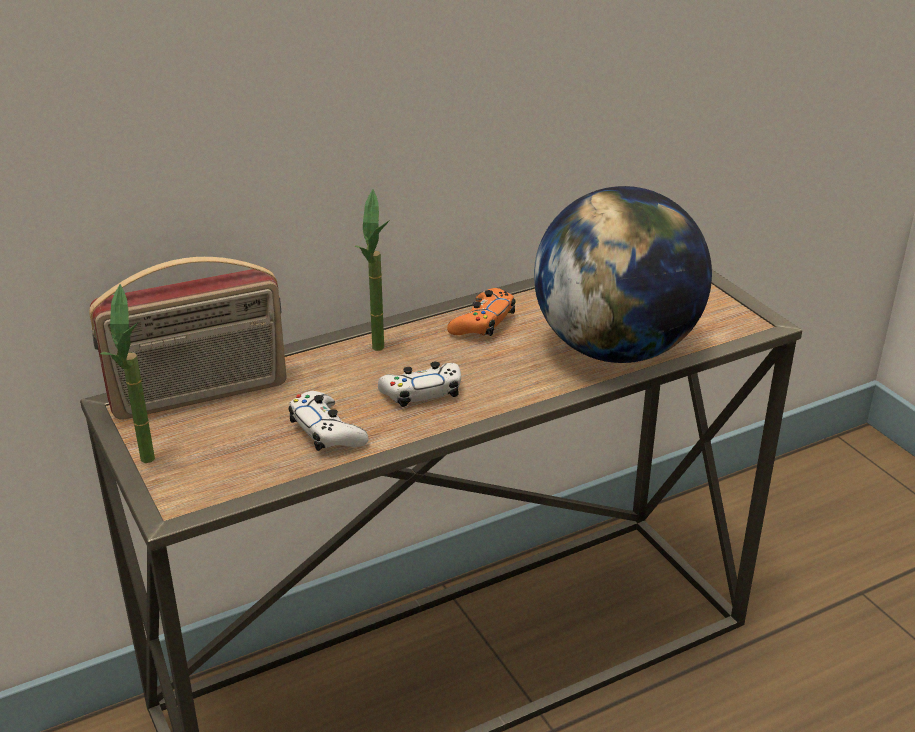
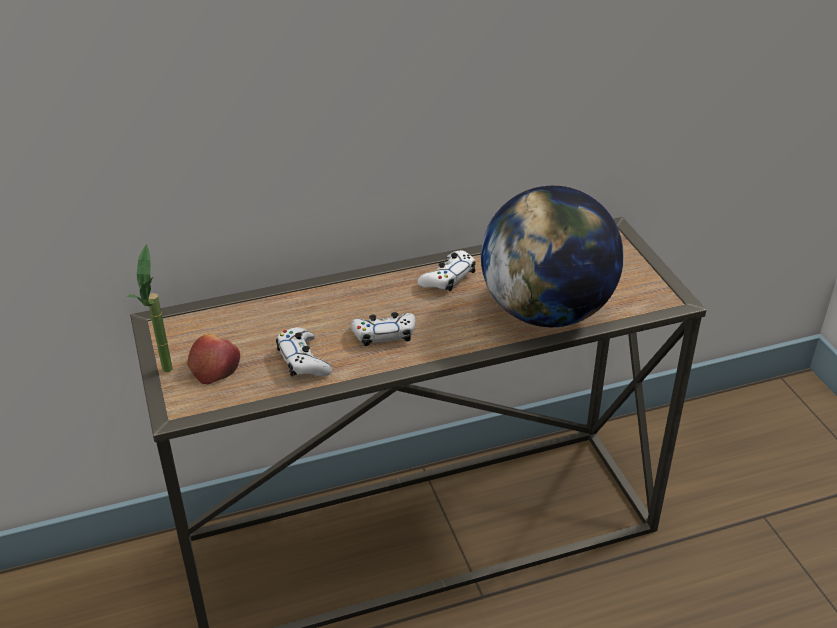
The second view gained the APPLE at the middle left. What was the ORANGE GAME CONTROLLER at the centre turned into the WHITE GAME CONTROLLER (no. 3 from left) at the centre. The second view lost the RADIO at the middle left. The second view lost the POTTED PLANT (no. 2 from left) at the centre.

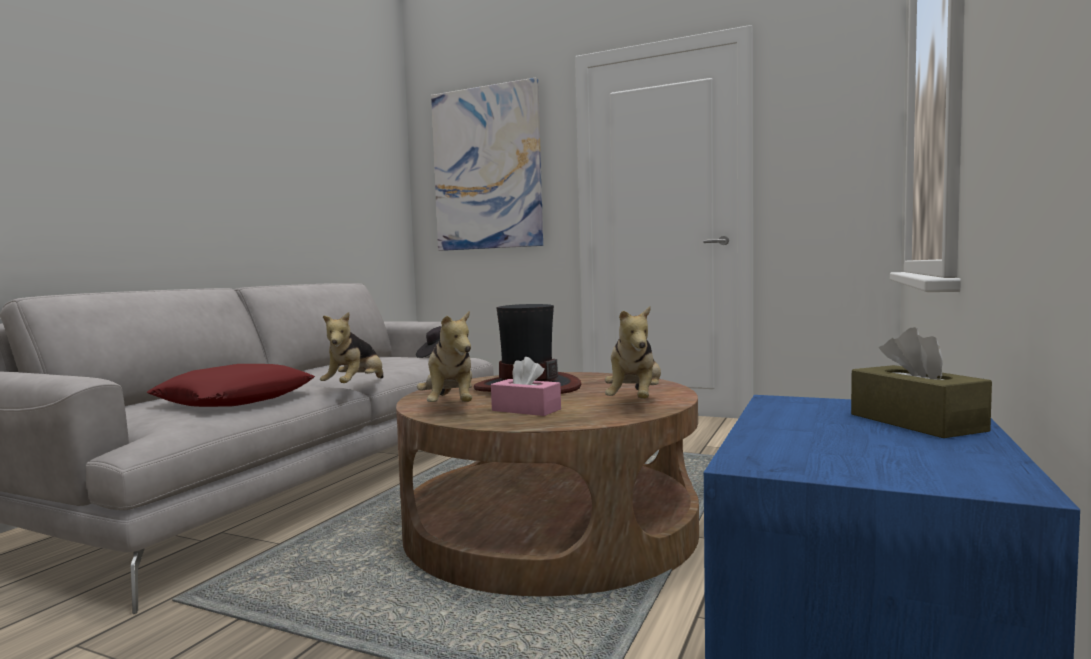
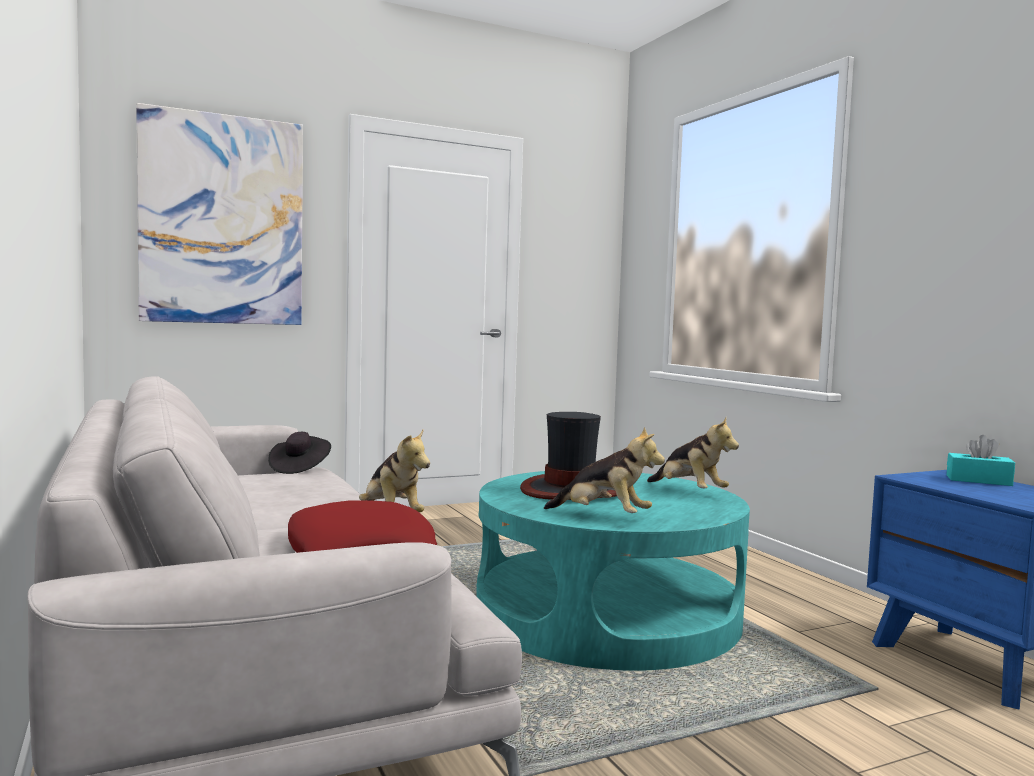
What was the BROWN COFFEE TABLE at the bottom centre turned into the TURQUOISE COFFEE TABLE at the bottom centre. What was the BROWN TISSUE BOX at the middle right turned into the TURQUOISE TISSUE BOX at the middle right. The second view lost the PINK TISSUE BOX at the centre.

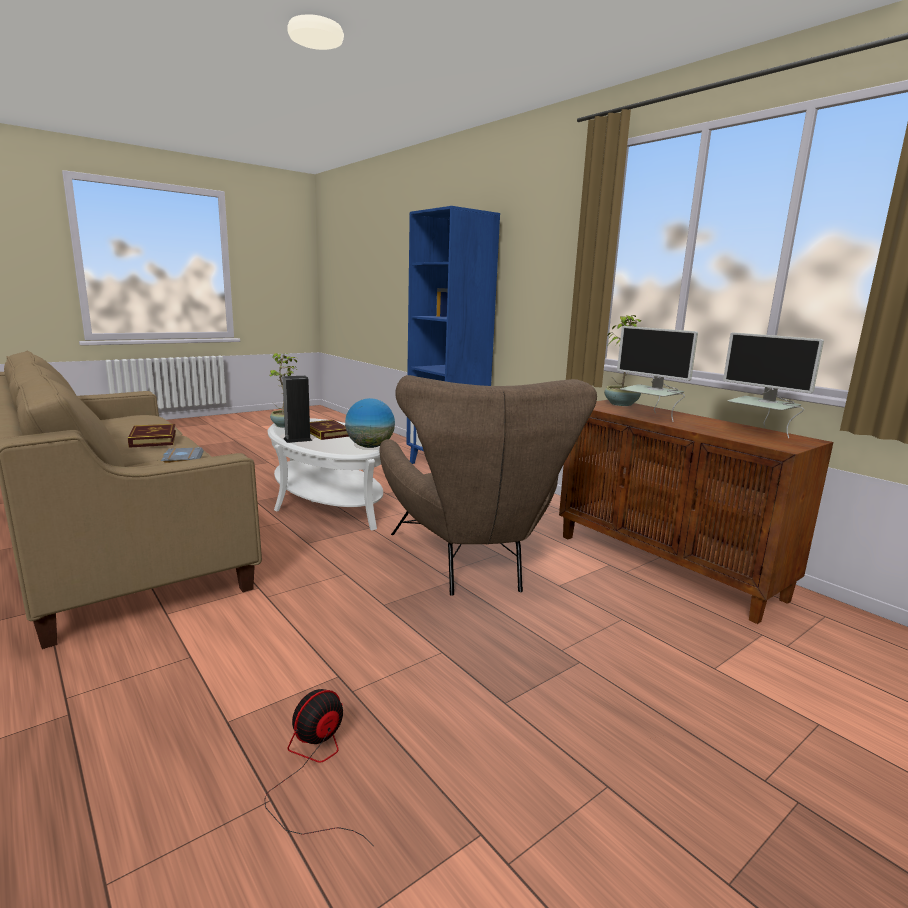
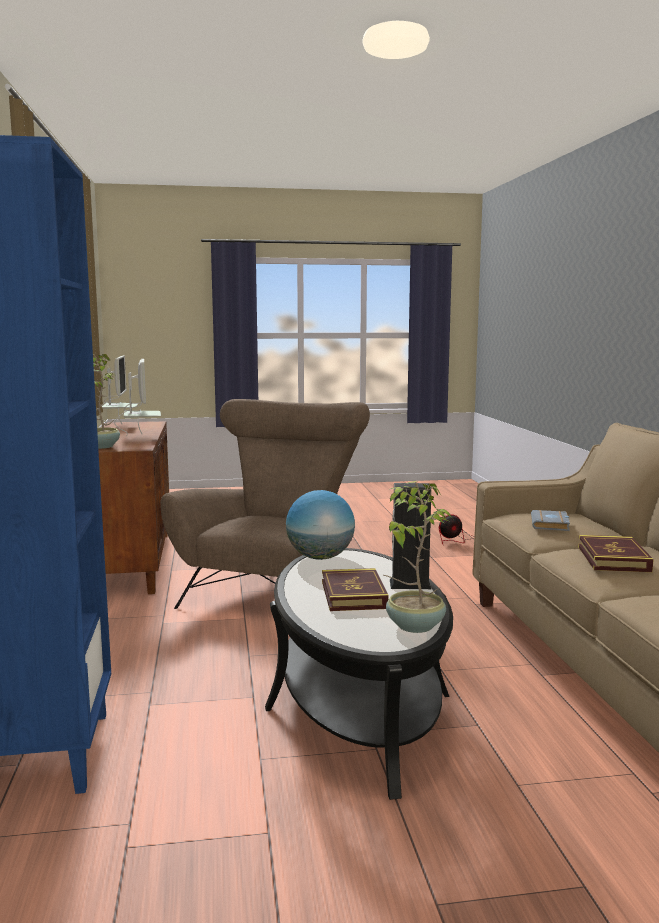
What was the WHITE COFFEE TABLE at the centre turned into the BLACK COFFEE TABLE at the bottom centre.

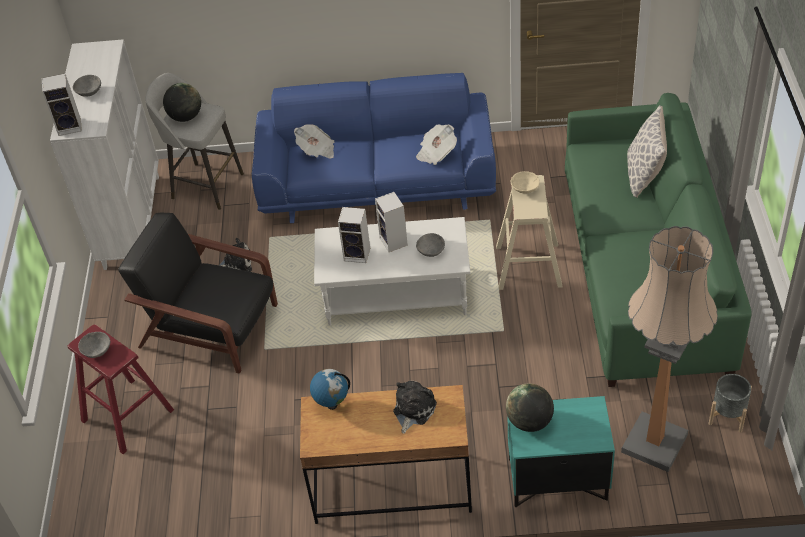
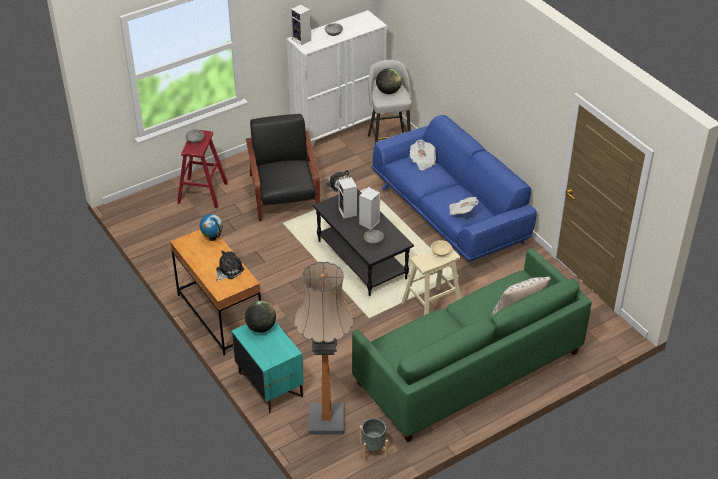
The PLUSH TOY (no. 2 from left in the first image) at the bottom centre ended up facing another way, 45 degrees counterclockwise from before. What was the WHITE COFFEE TABLE at the centre turned into the BLACK COFFEE TABLE at the centre.

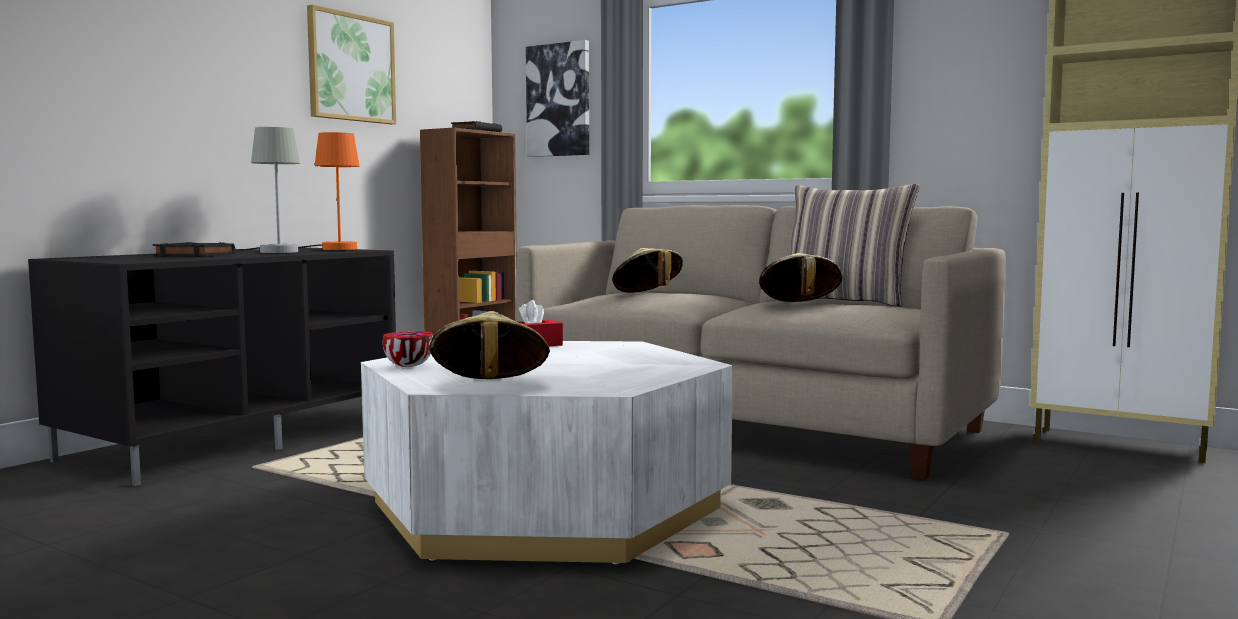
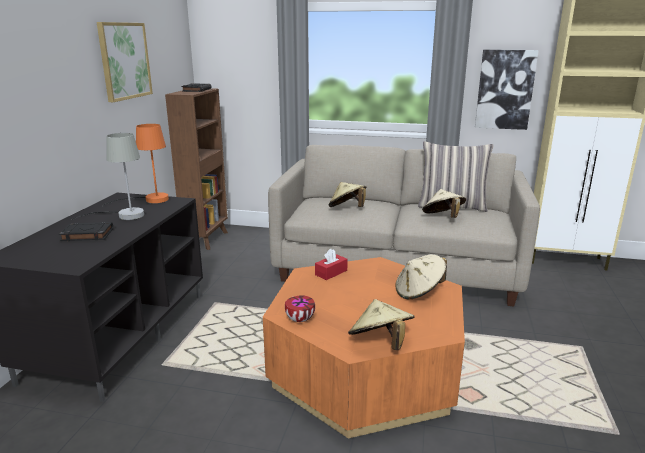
What was the WHITE COFFEE TABLE at the bottom centre turned into the ORANGE COFFEE TABLE at the bottom centre. The second view gained the BEIGE HAT (no. 3 from left) at the centre. The PICTURE (no. 2 from left) ended up elsewhere, having gone from the top centre to the top right.

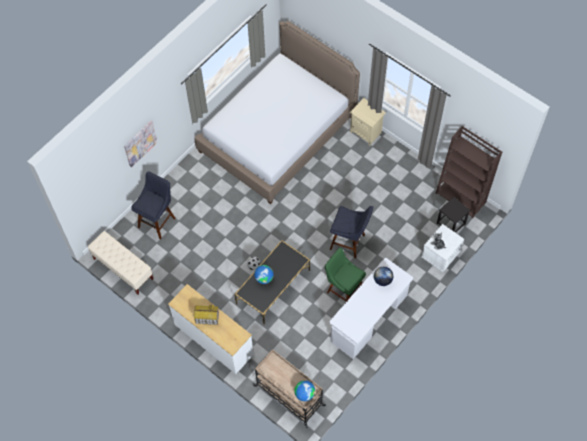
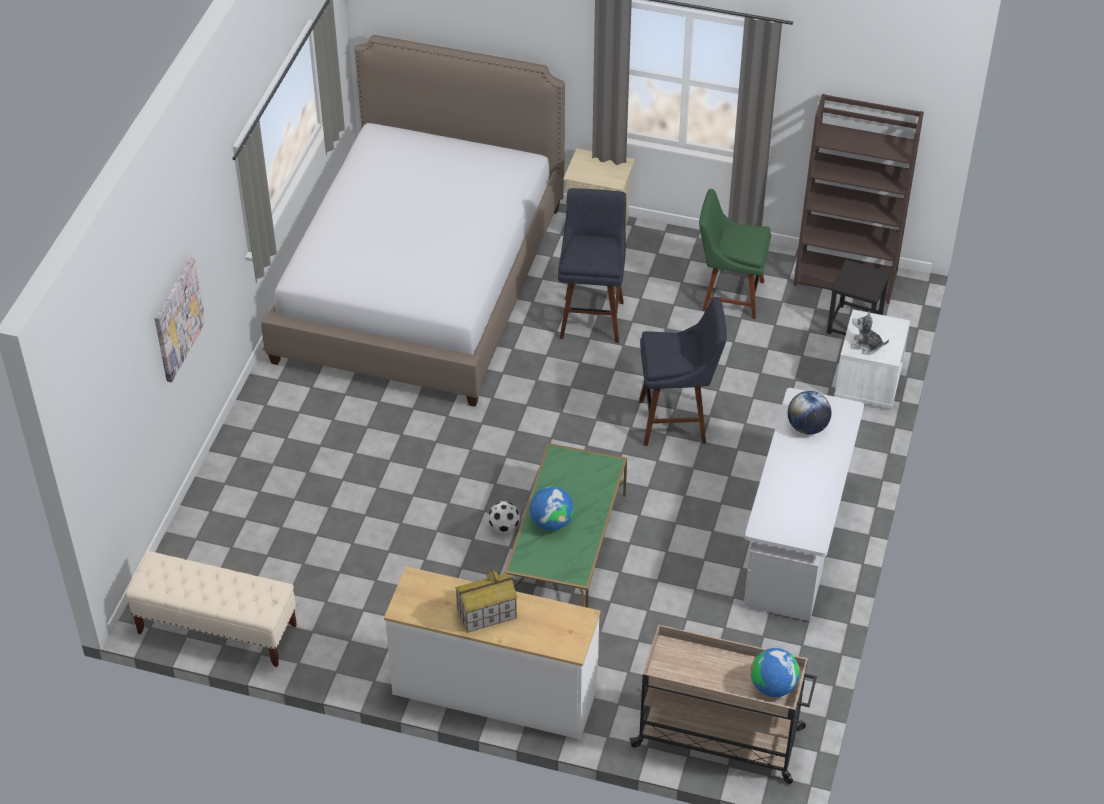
What was the BLACK COFFEE TABLE at the centre turned into the GREEN COFFEE TABLE at the centre. The BLUE STOOL (no. 1 from left) ended up elsewhere, having gone from the middle left to the top centre. The GREEN CHAIR ended up elsewhere, having gone from the centre to the top centre.

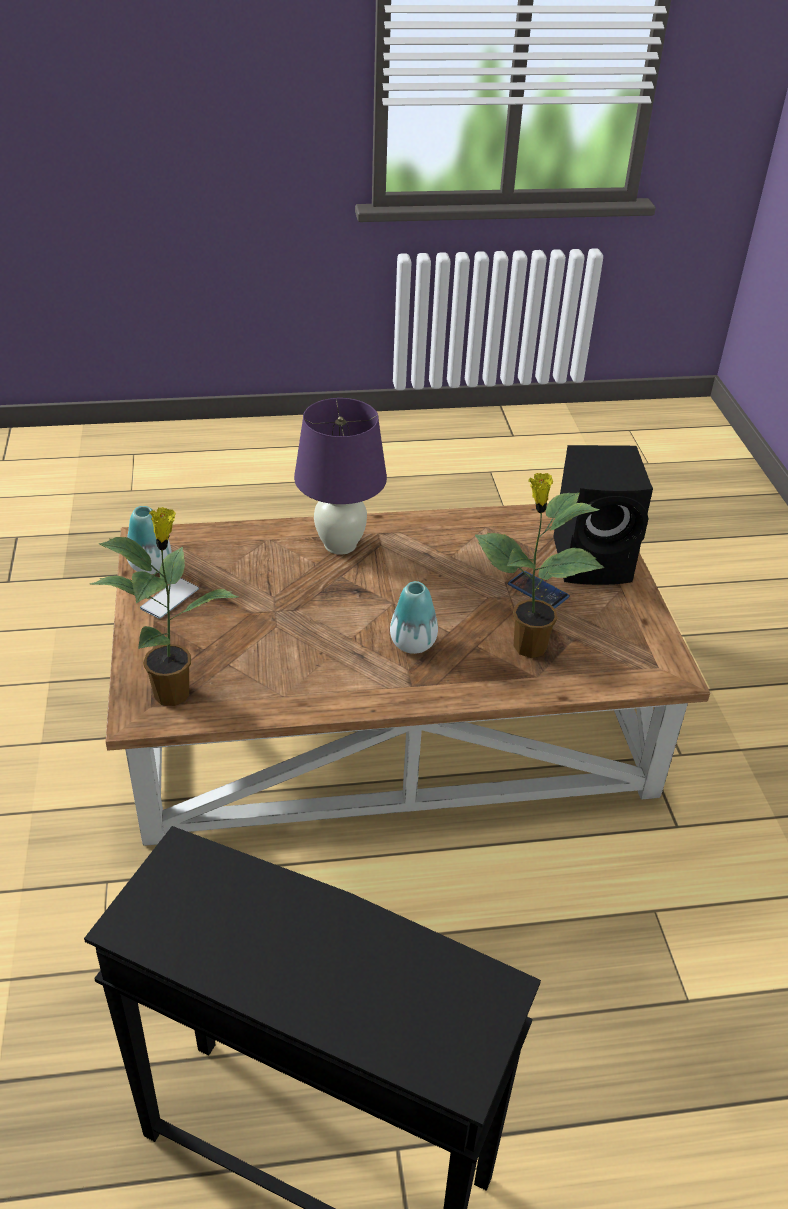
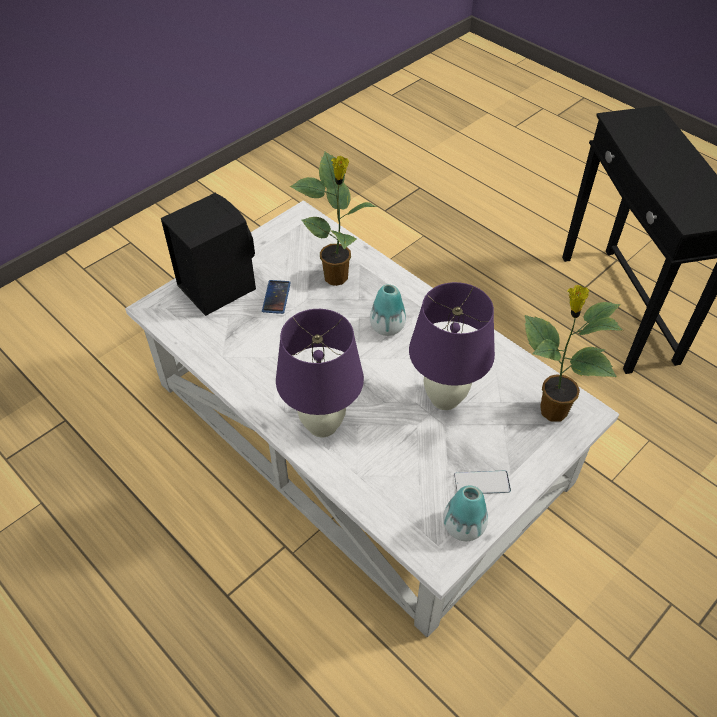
What was the BROWN COFFEE TABLE at the centre turned into the WHITE COFFEE TABLE at the centre. The second view gained the PURPLE TABLE LAMP (no. 2 from left) at the centre.

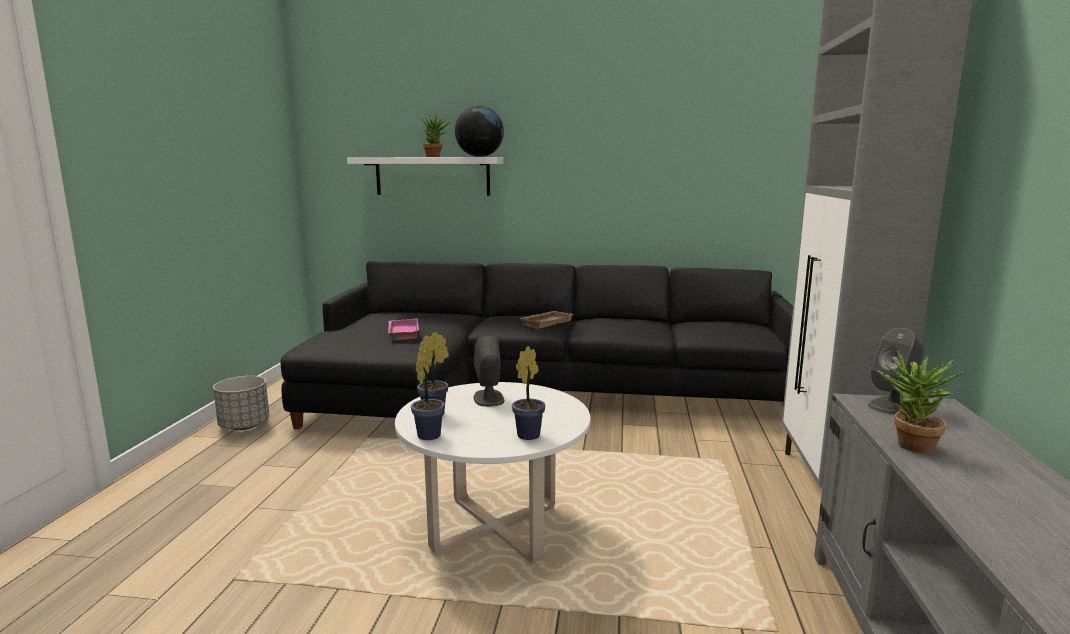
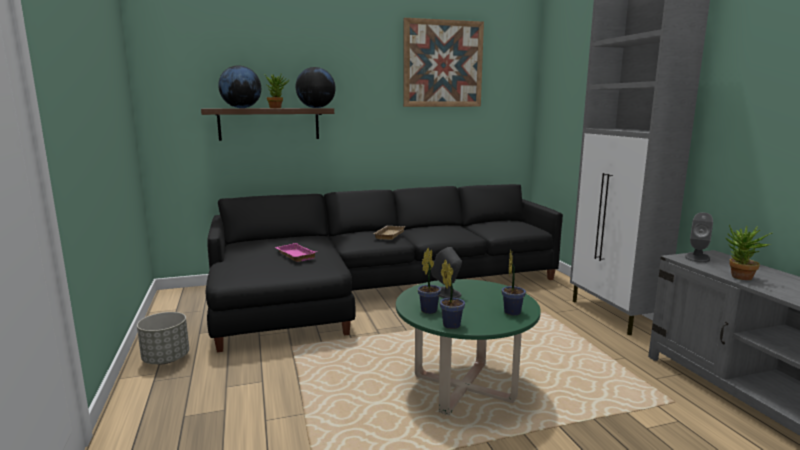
What was the WHITE SHELF at the top centre turned into the BROWN SHELF at the top centre. The second view gained the GLOBE (no. 1 from left) at the top left. What was the WHITE COFFEE TABLE at the bottom centre turned into the GREEN COFFEE TABLE at the bottom centre. The second view gained the PICTURE at the top centre.

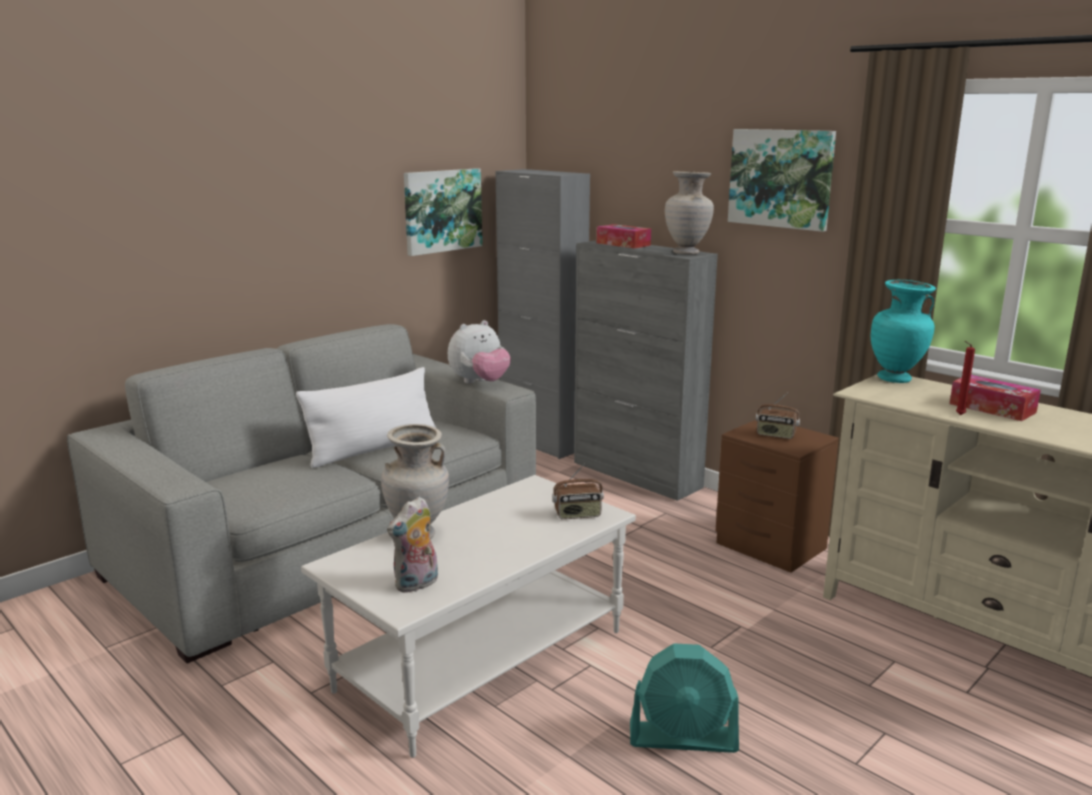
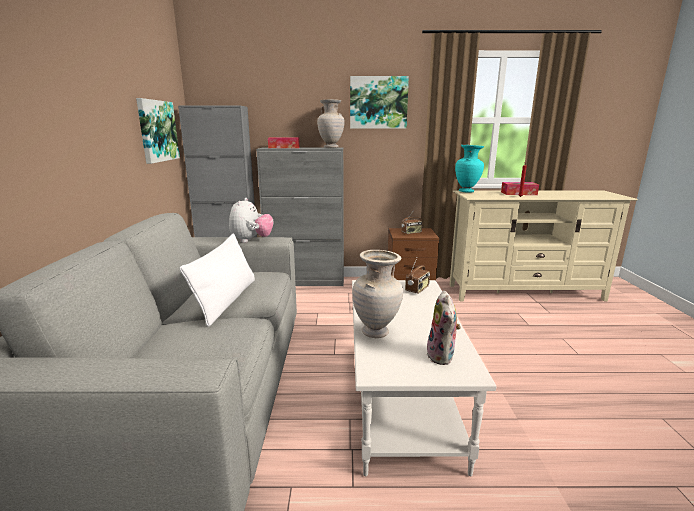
The second view lost the TURQUOISE FAN at the bottom centre.

